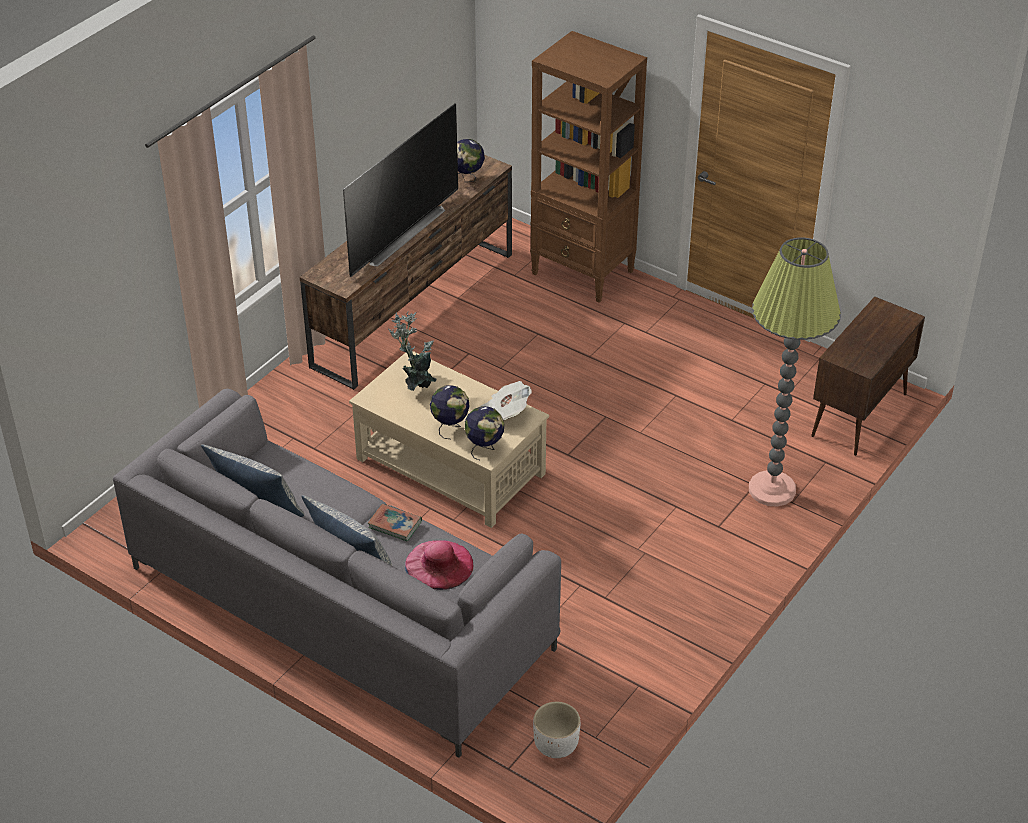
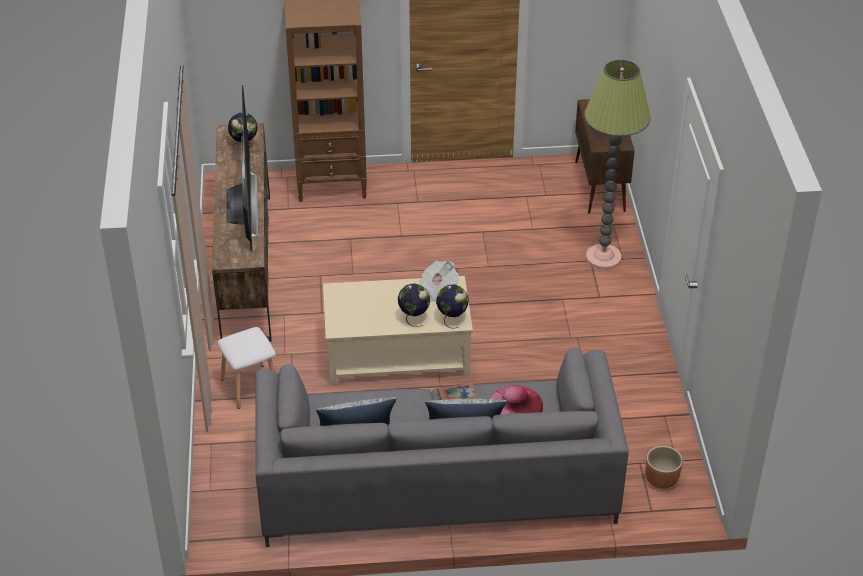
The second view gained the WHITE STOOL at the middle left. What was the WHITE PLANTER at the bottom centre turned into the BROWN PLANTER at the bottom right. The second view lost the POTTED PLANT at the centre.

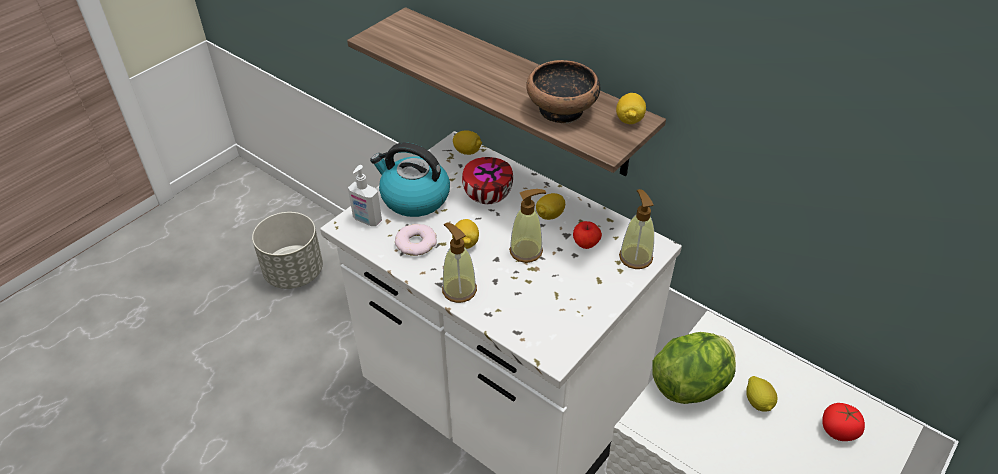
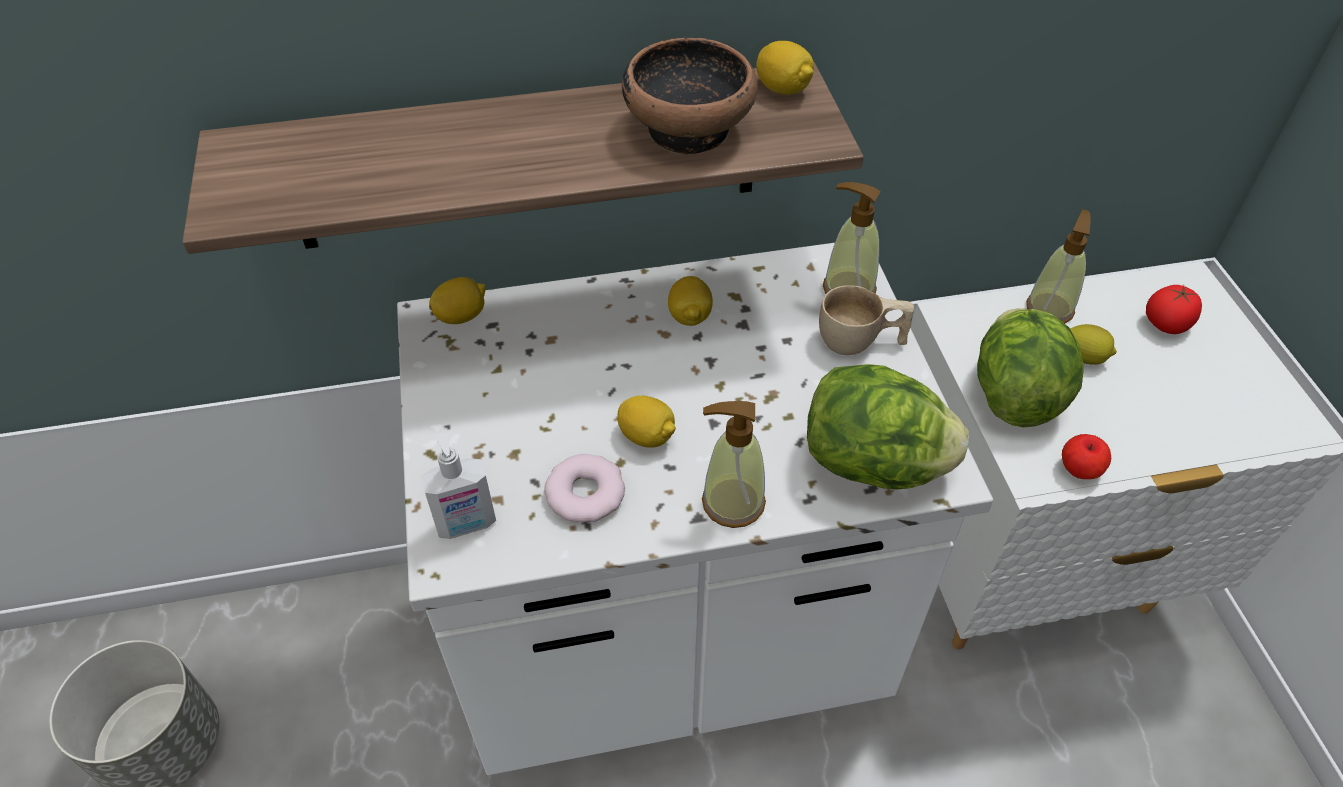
The second view gained the LETTUCE (no. 1 from left) at the centre. The second view gained the BEIGE CUP at the centre. The SOAP DISPENSER (no. 3 from left in the first image) ended up elsewhere, having gone from the centre to the middle right. The APPLE ended up elsewhere, having gone from the centre to the middle right. The second view lost the KETTLE at the centre. The second view lost the BOWL (no. 1 from left) at the centre.

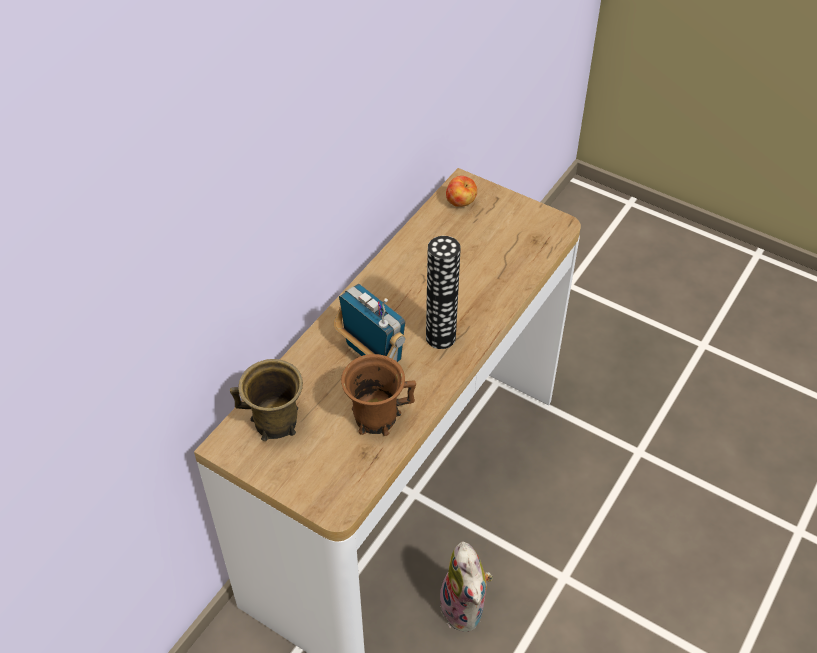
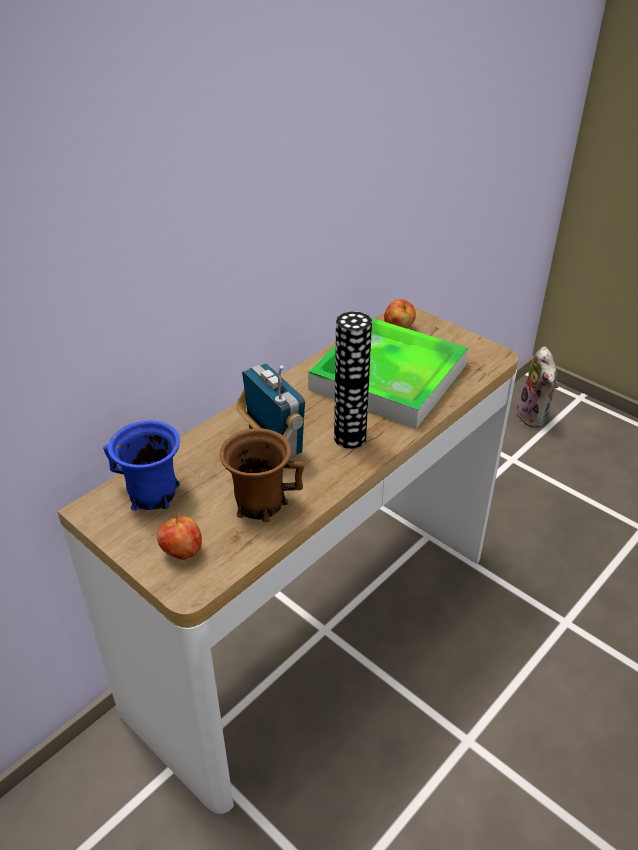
What was the BROWN MUG (no. 1 from left) at the middle left turned into the BLUE MUG at the middle left. The second view gained the APPLE (no. 1 from left) at the middle left. The second view gained the TRAY at the centre. The PLUSH TOY ended up elsewhere, having gone from the bottom centre to the middle right.

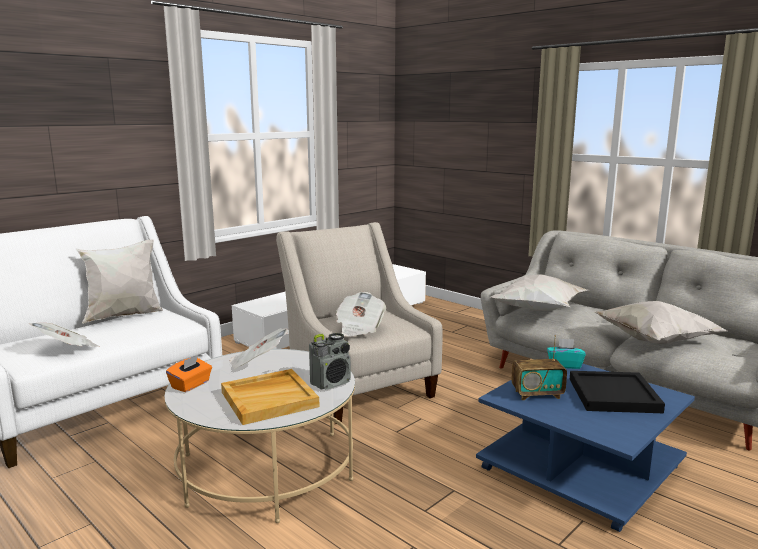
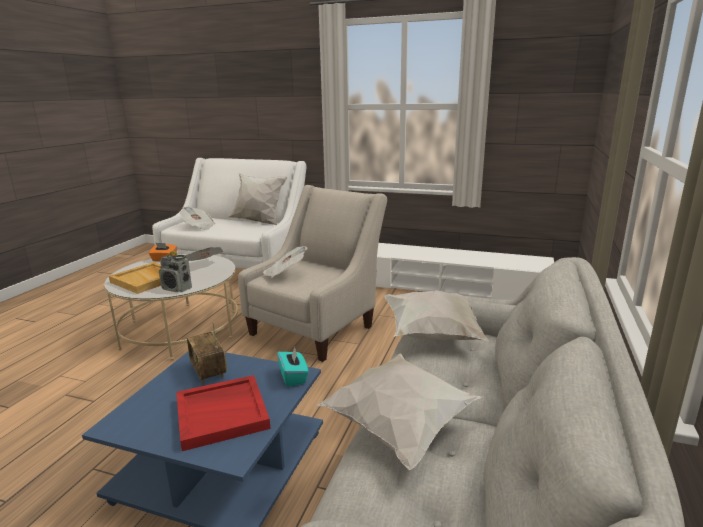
What was the BLACK TRAY at the bottom right turned into the RED TRAY at the bottom left.

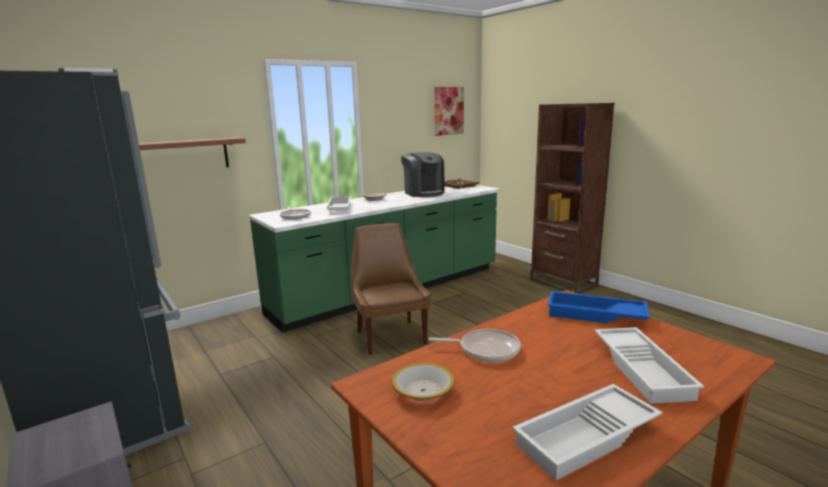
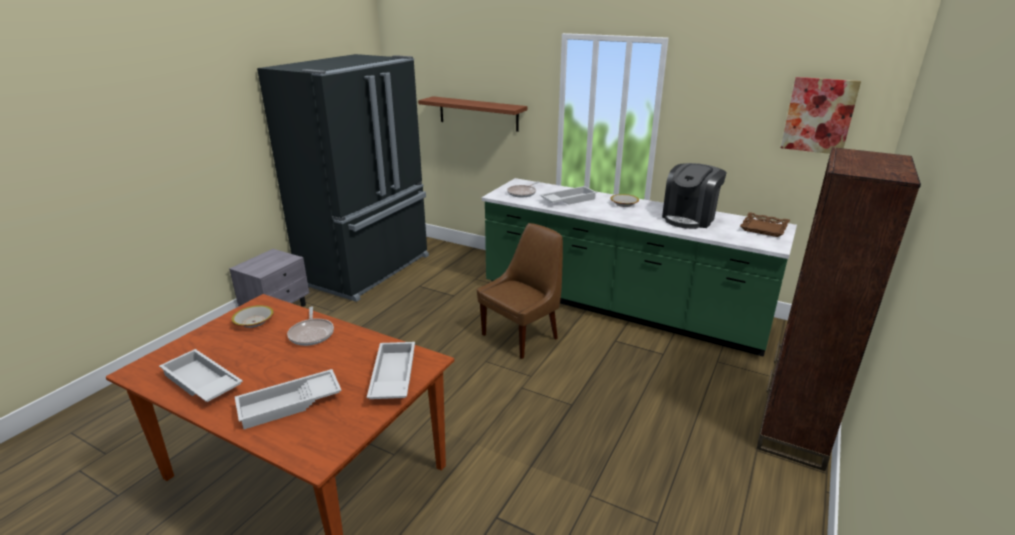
What was the BLUE TRAY at the middle right turned into the WHITE TRAY (no. 3 from left) at the bottom centre.

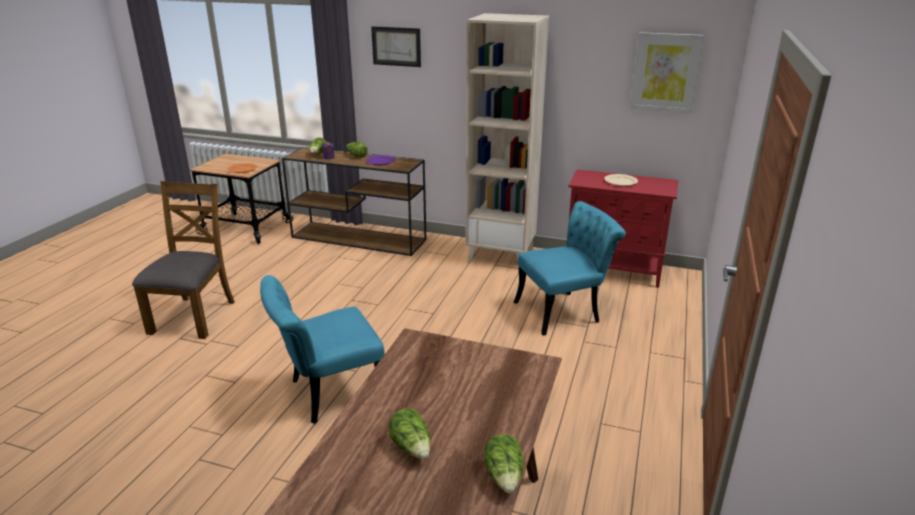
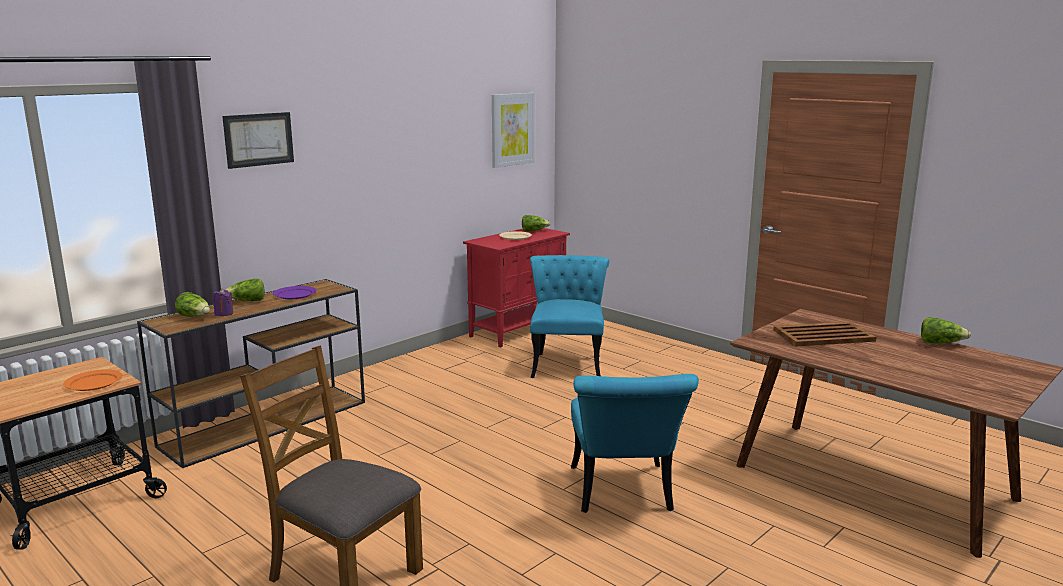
The LETTUCE (no. 3 from left) ended up elsewhere, having gone from the bottom centre to the centre. The second view gained the BROWN TRAY at the middle right. The second view lost the BEIGE BOOKCASE at the top centre.

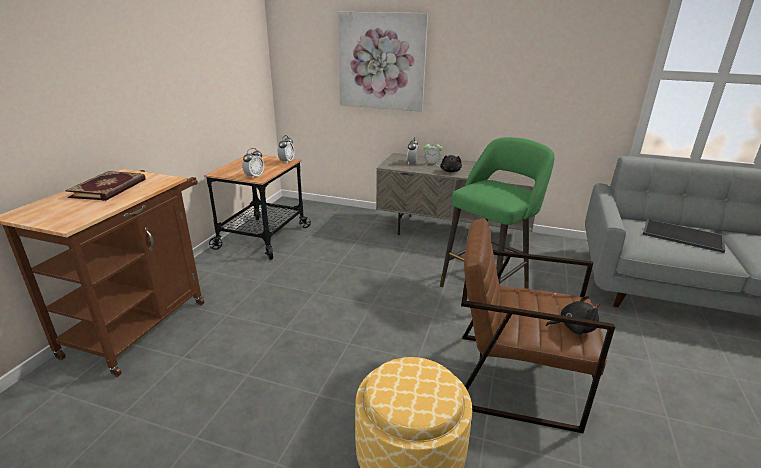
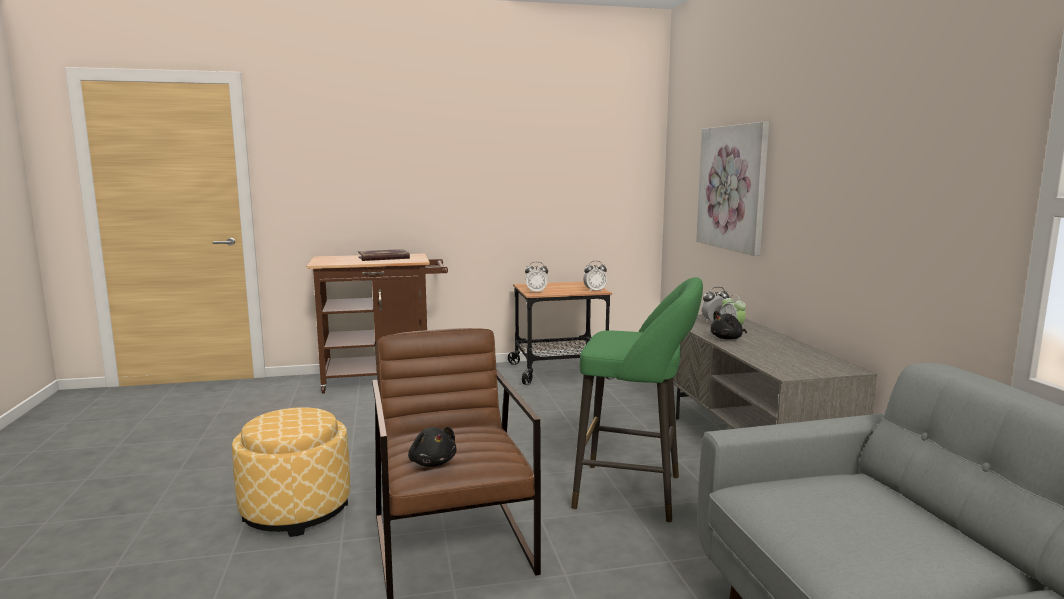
The second view lost the TRAY at the middle right.

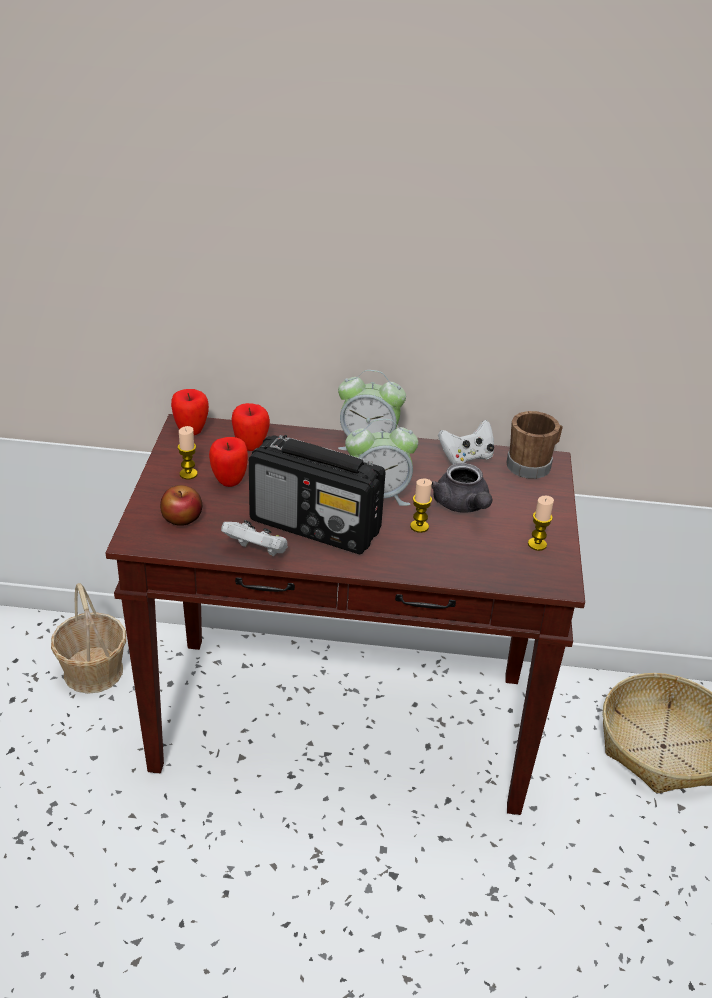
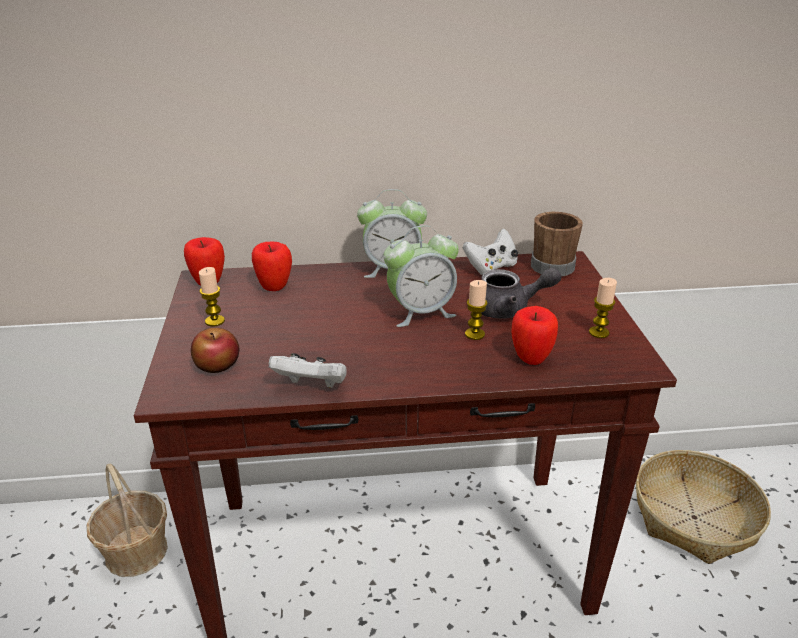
The GREY TEAPOT at the centre ended up facing another way, 60 degrees counterclockwise from before. The APPLE (no. 3 from left in the first image) ended up elsewhere, having gone from the middle left to the middle right. The second view lost the RADIO at the centre.

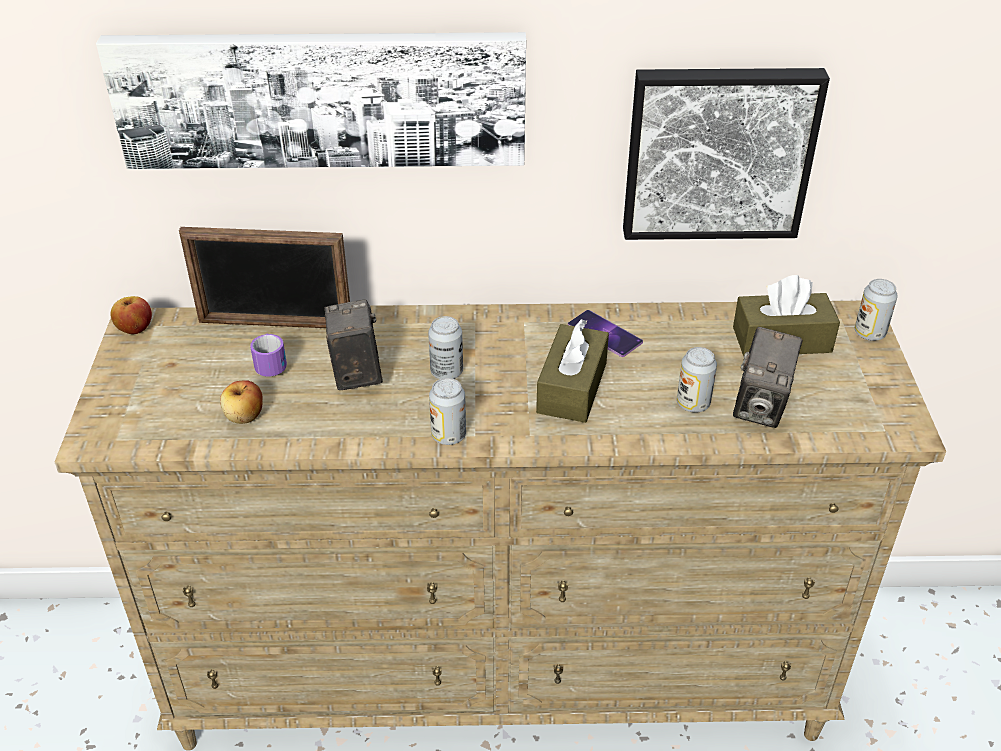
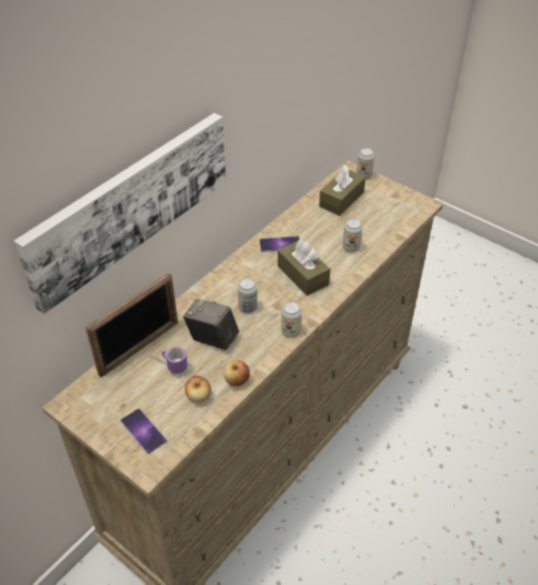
The second view gained the PHONE (no. 1 from left) at the bottom left. The APPLE (no. 1 from left in the first image) ended up elsewhere, having gone from the middle left to the centre. The second view lost the PICTURE (no. 2 from left) at the top right. The second view lost the PHOTO CAMERA (no. 2 from left) at the middle right.

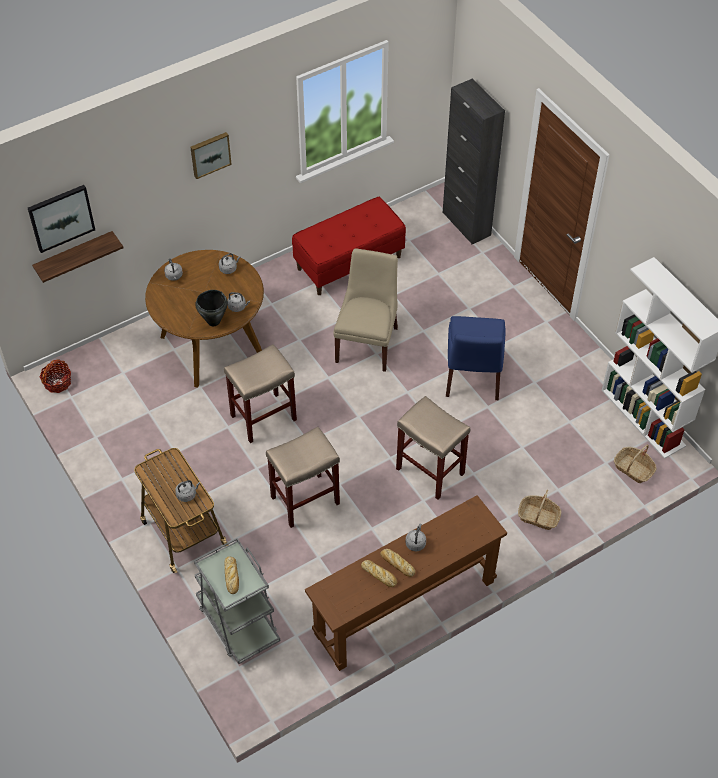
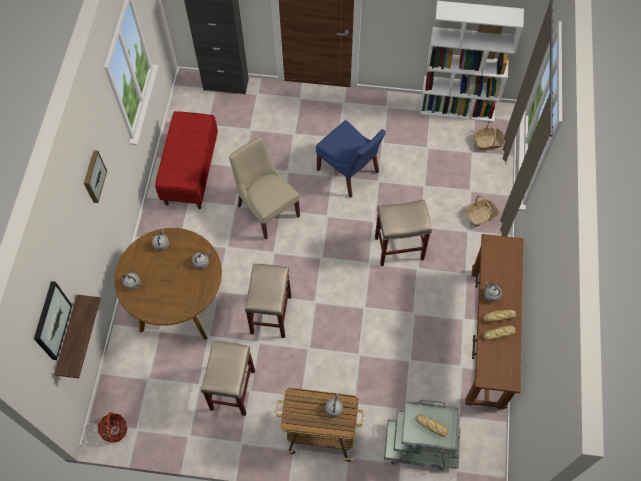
The BEIGE STOOL (no. 2 from left in the first image) ended up elsewhere, having gone from the centre to the bottom centre. The second view lost the BLACK COOKING POT at the middle left.

